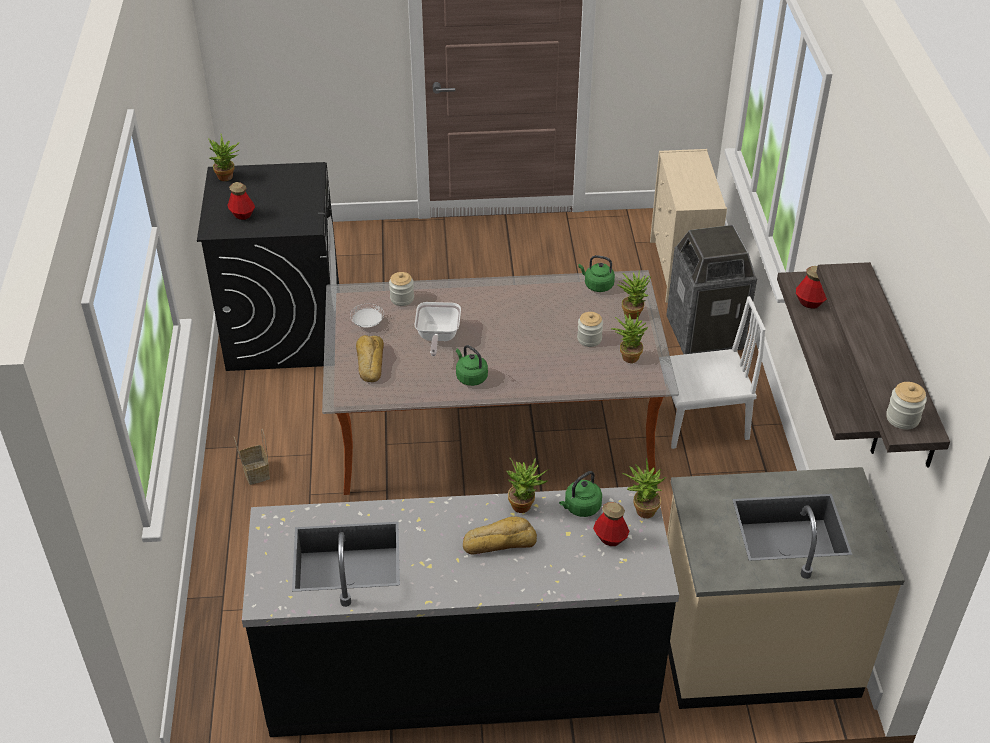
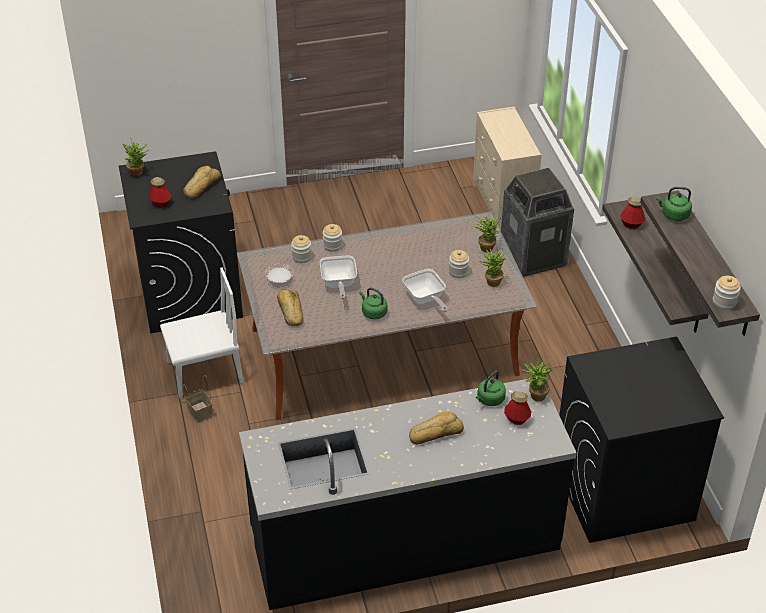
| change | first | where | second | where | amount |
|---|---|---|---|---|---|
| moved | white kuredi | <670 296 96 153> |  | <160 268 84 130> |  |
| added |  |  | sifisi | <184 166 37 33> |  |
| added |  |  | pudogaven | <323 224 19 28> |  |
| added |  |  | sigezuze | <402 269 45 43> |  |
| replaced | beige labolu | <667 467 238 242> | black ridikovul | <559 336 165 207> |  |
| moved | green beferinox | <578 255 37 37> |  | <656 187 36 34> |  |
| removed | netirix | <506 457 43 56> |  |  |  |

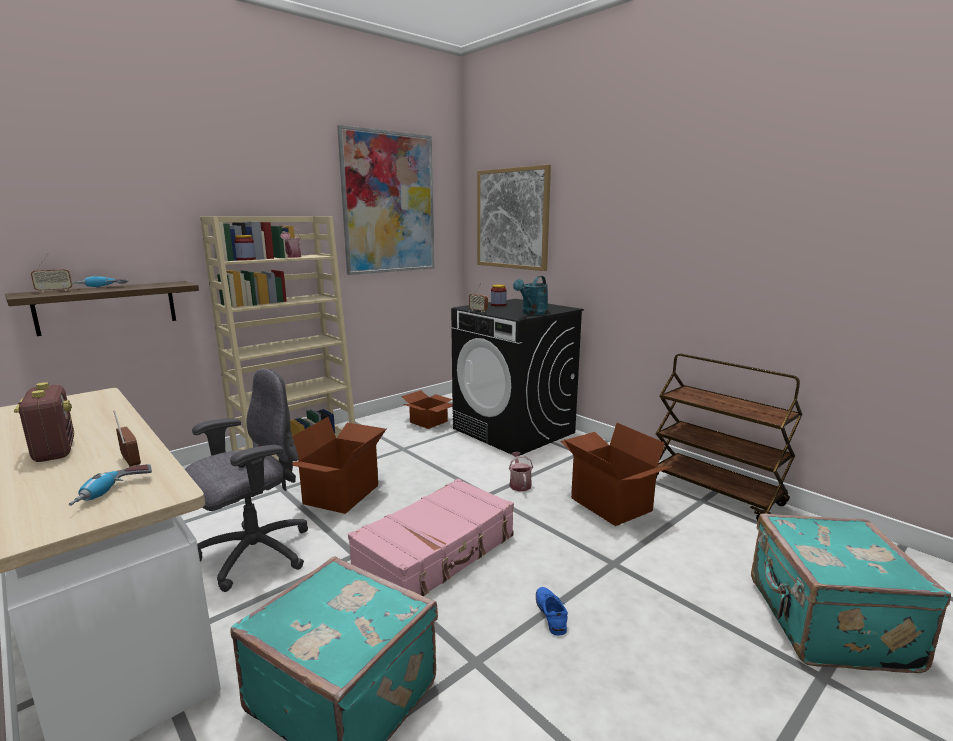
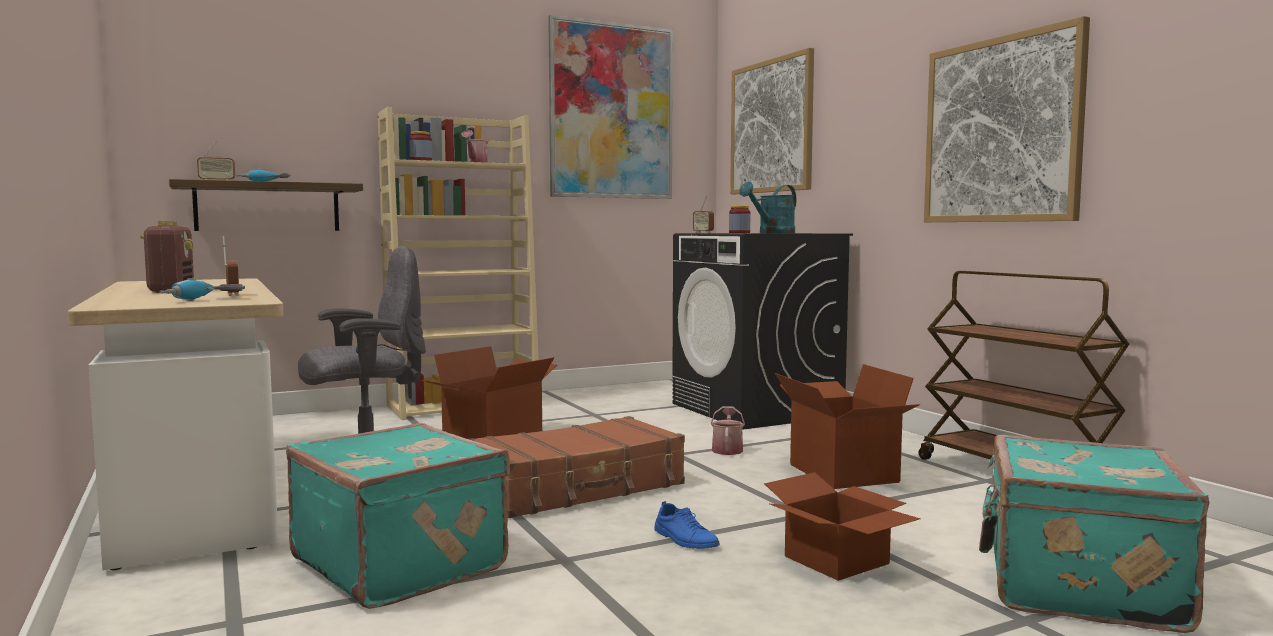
| change | first | where | second | where | amount |
|---|---|---|---|---|---|
| recoloured | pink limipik | <348 479 166 117> | brown limipik | <469 416 216 102> |  |
| turned | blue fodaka | <536 587 32 49> |  | <654 501 66 48> | 135 degrees clockwise |
| moved | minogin | <401 390 52 39> |  | <764 472 157 109> |  |
| added |  |  | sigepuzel | <924 16 166 206> |  |

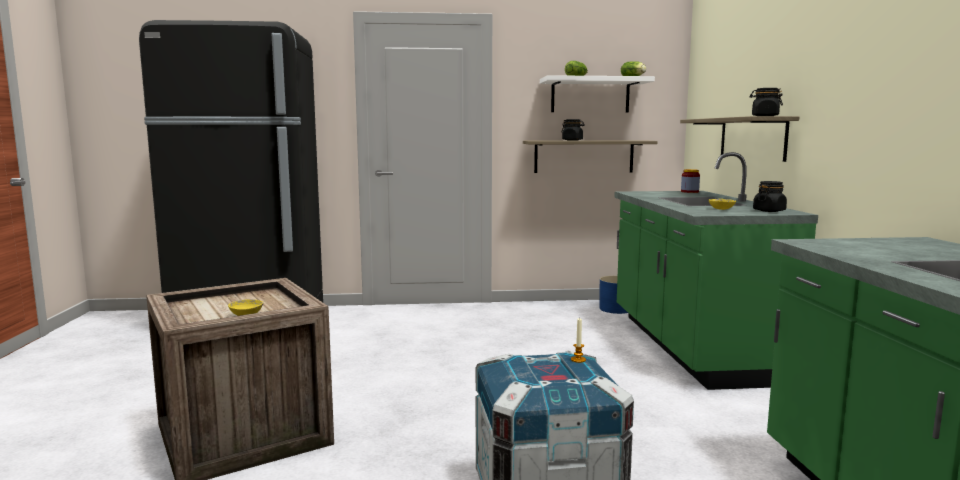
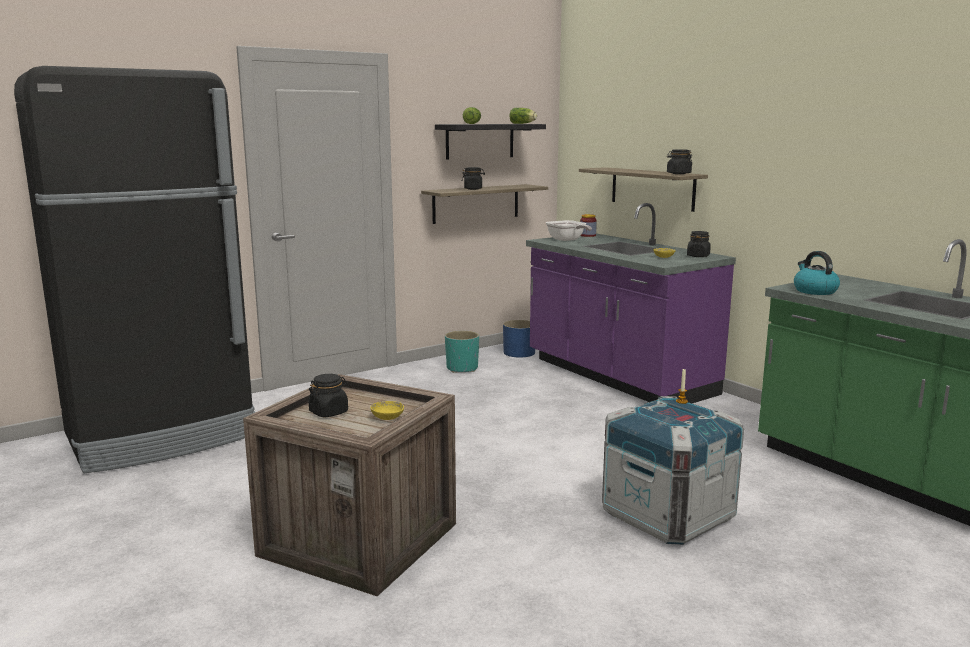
| change | first | where | second | where | amount |
|---|---|---|---|---|---|
| added |  |  | black pudogaven | <308 374 40 43> |  |
| recoloured | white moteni | <540 75 115 38> | black moteni | <435 124 111 35> |  |
| added |  |  | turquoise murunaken | <445 331 34 42> |  |
| recoloured | green labolu | <614 152 204 238> | purple labolu | <526 203 210 200> |  |
| added |  |  | sigezuze | <546 220 46 21> |  |
| added |  |  | beferinox | <794 251 46 44> |  |

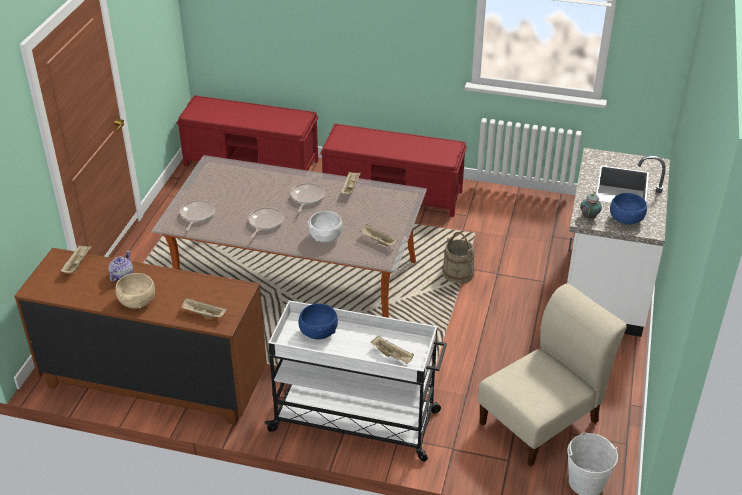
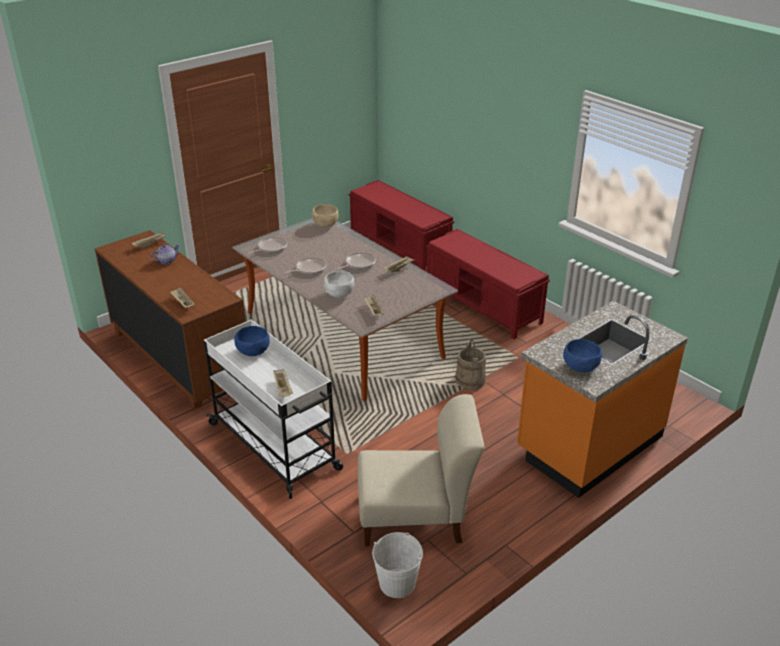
| change | first | where | second | where | amount |
|---|---|---|---|---|---|
| moved | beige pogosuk | <115 273 40 36> |  | <312 204 27 23> |  |
| recoloured | white labolu | <567 148 103 189> | orange labolu | <517 301 171 197> |  |
| removed | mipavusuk | <580 192 22 27> |  |  |  |

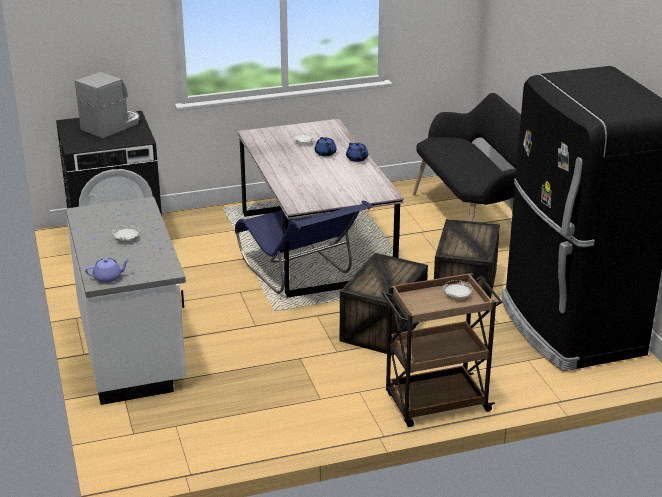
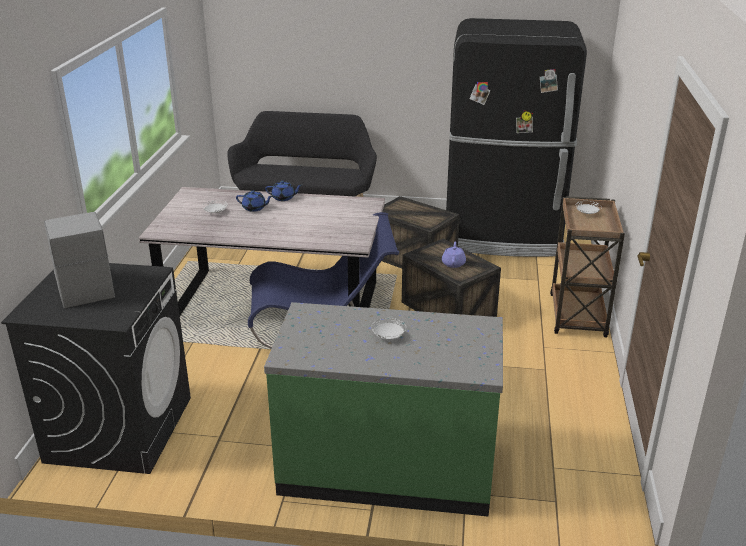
| change | first | where | second | where | amount |
|---|---|---|---|---|---|
| recoloured | white labolu | <66 197 120 208> | green labolu | <264 302 239 215> |  |
| moved | purple mipavusuk | <85 258 45 25> |  | <442 241 24 27> |  |

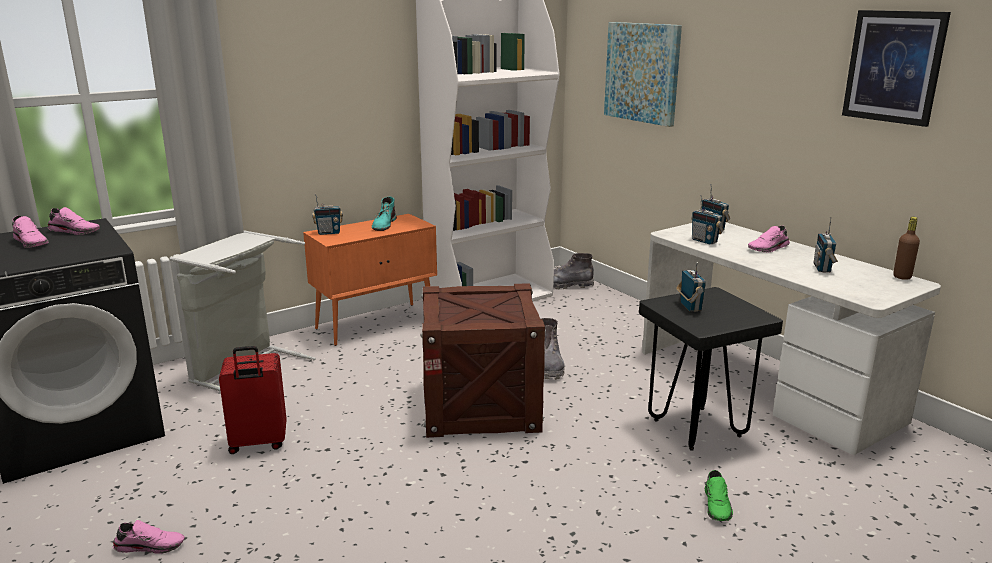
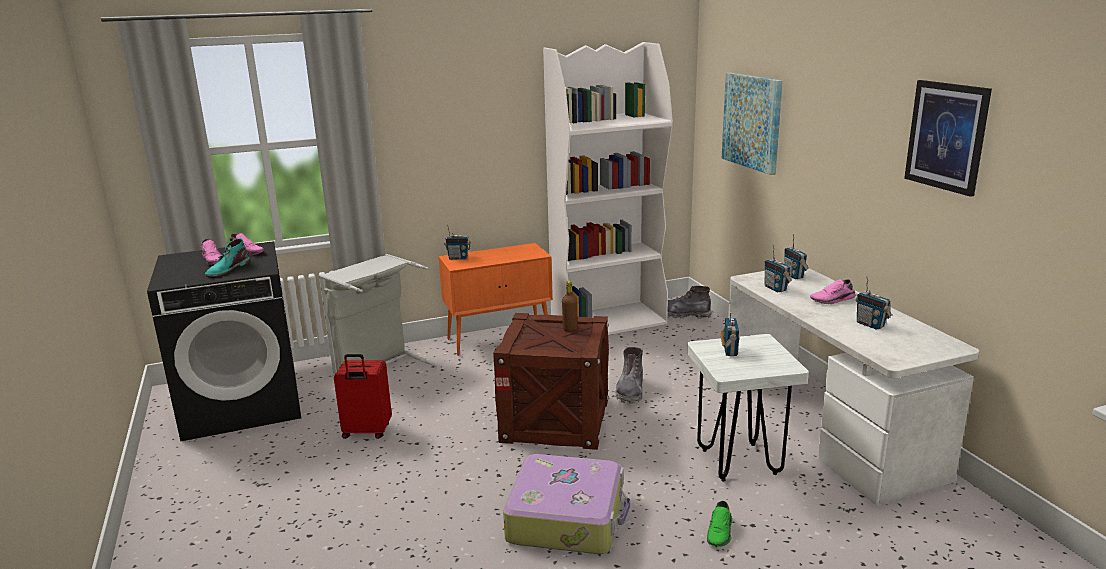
| change | first | where | second | where | amount |
|---|---|---|---|---|---|
| moved | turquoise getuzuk | <372 197 25 34> |  | <205 239 45 38> |  |
| added |  |  | limipik | <503 454 127 100> |  |
| moved | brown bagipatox | <893 217 27 63> |  | <562 281 15 51> |  |
| recoloured | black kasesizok | <639 287 144 164> | white kasesizok | <687 334 122 148> |  |
| turned | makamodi | <814 217 24 56> |  | <856 277 36 53> | 60 degrees counterclockwise |
| removed | pink fodaka | <113 520 72 34> |  |  |  |

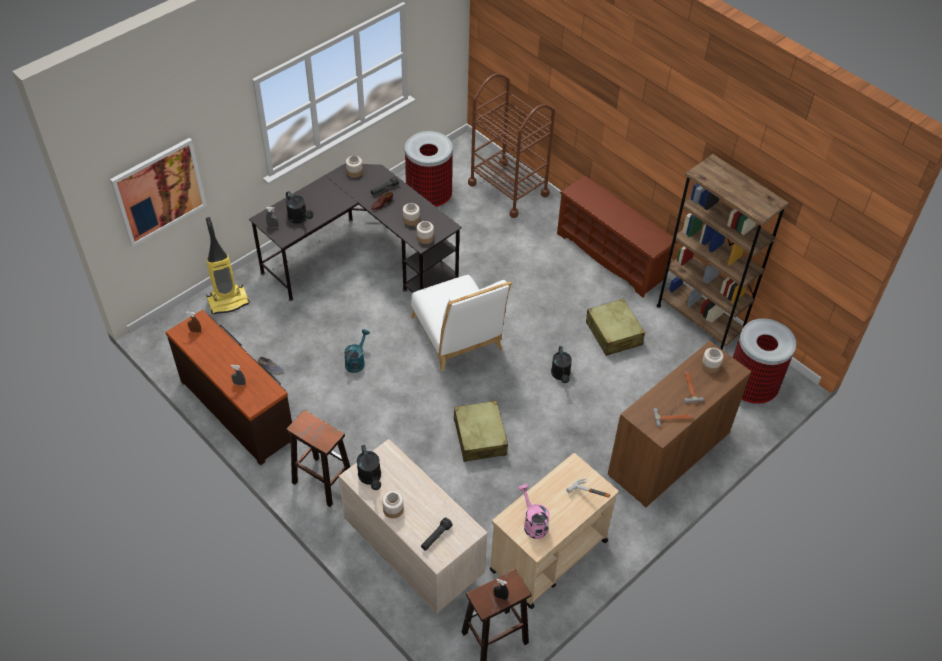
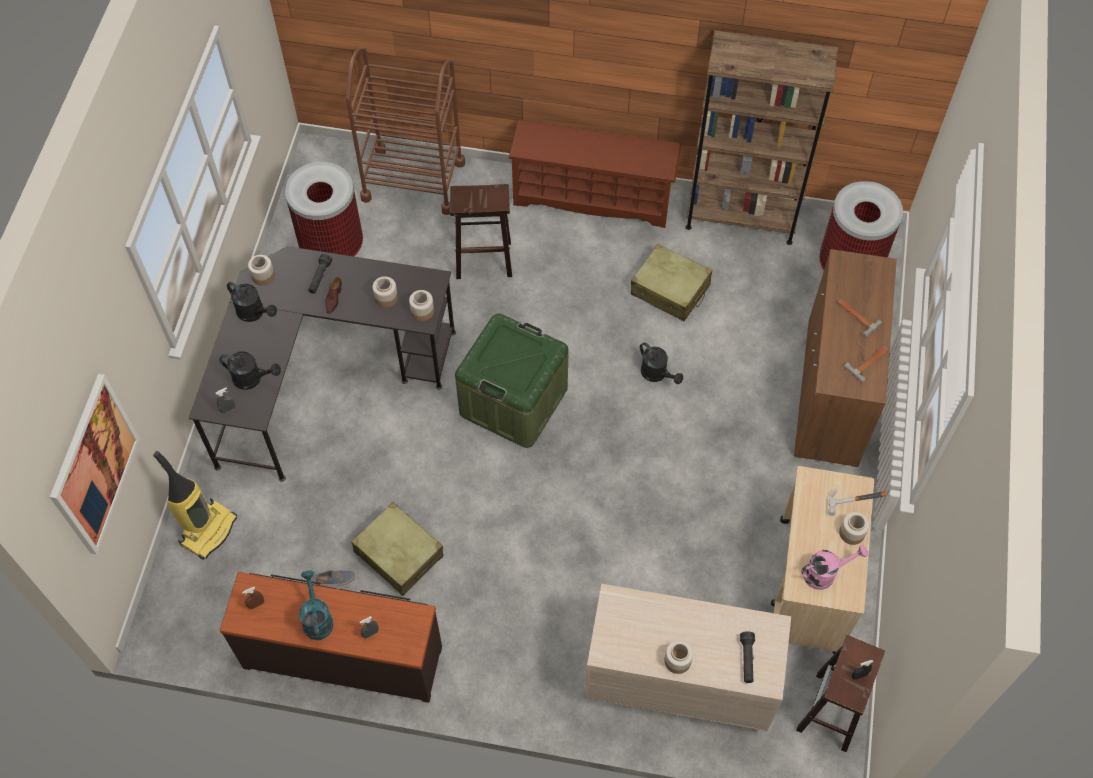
| change | first | where | second | where | amount |
|---|---|---|---|---|---|
| moved | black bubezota | <357 445 24 45> |  | <227 282 50 40> |  |
| moved | turquoise bubezota | <344 329 26 44> |  | <299 570 34 70> |  |
| moved | beige limipik | <454 401 54 61> |  | <351 502 92 94> |  |
| moved | brown kasesizok | <286 410 64 97> |  | <450 184 62 95> |  |
| replaced | white kuredi | <411 275 101 96> | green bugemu | <455 314 114 134> |  |
| turned | pink bubezota | <519 484 31 55> |  | <801 545 67 45> | 135 degrees clockwise |
| moved | pudogaven | <701 348 22 25> |  | <839 512 30 33> |  |

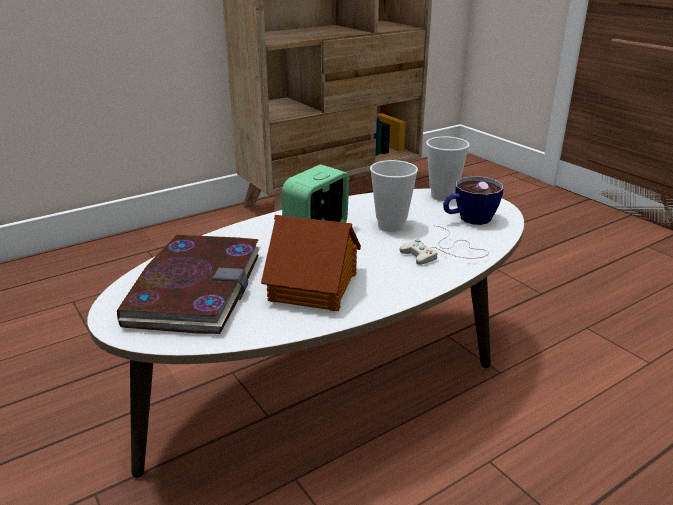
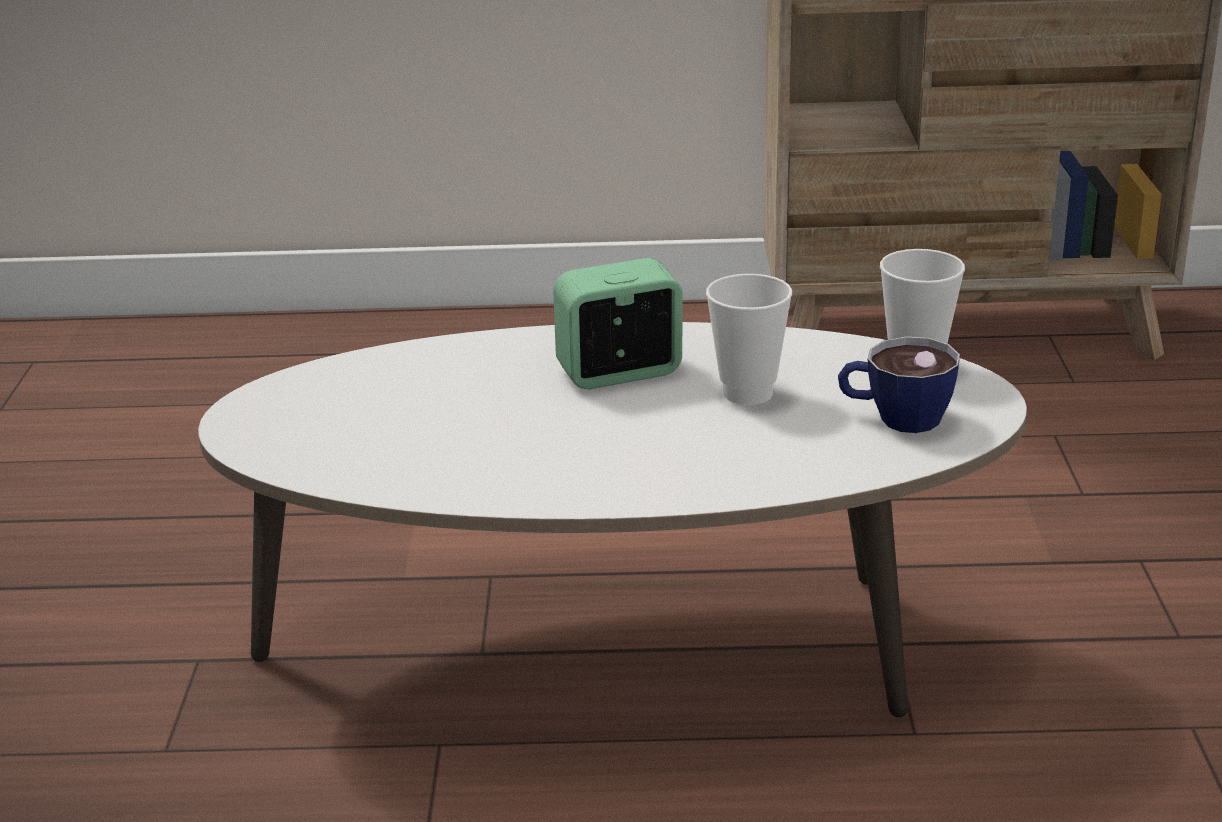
| change | first | where | second | where | amount |
|---|---|---|---|---|---|
| removed | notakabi | <117 235 143 99> |  |  |  |
| removed | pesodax | <261 215 100 96> |  |  |  |
| removed | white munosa | <400 225 89 40> |  |  |  |

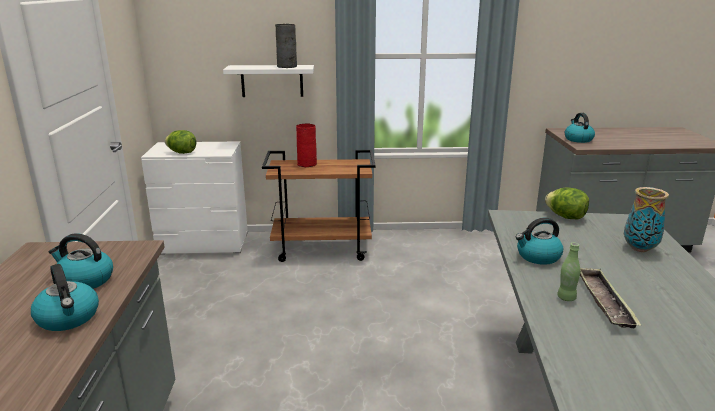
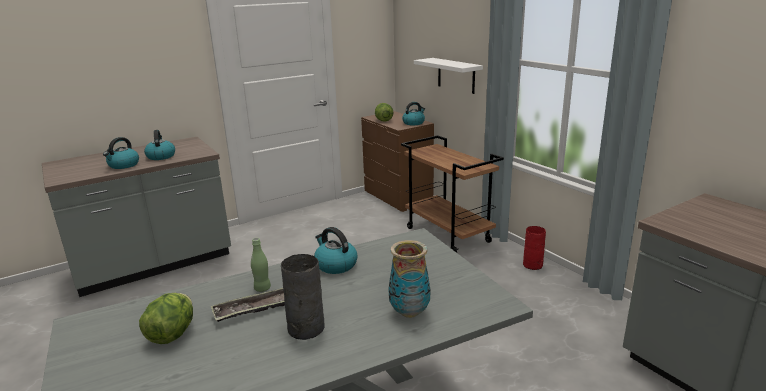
| change | first | where | second | where | amount |
|---|---|---|---|---|---|
| moved | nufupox | <545 188 44 32> |  | <139 293 54 51> |  |
| moved | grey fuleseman | <275 24 22 44> |  | <281 254 43 86> |  |
| recoloured | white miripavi | <141 141 107 114> | brown miripavi | <361 111 73 101> |  |
| moved | beferinox | <565 113 30 30> |  | <402 102 23 23> |  |
| moved | red fuleseman | <296 123 21 44> |  | <523 226 23 44> |  |

